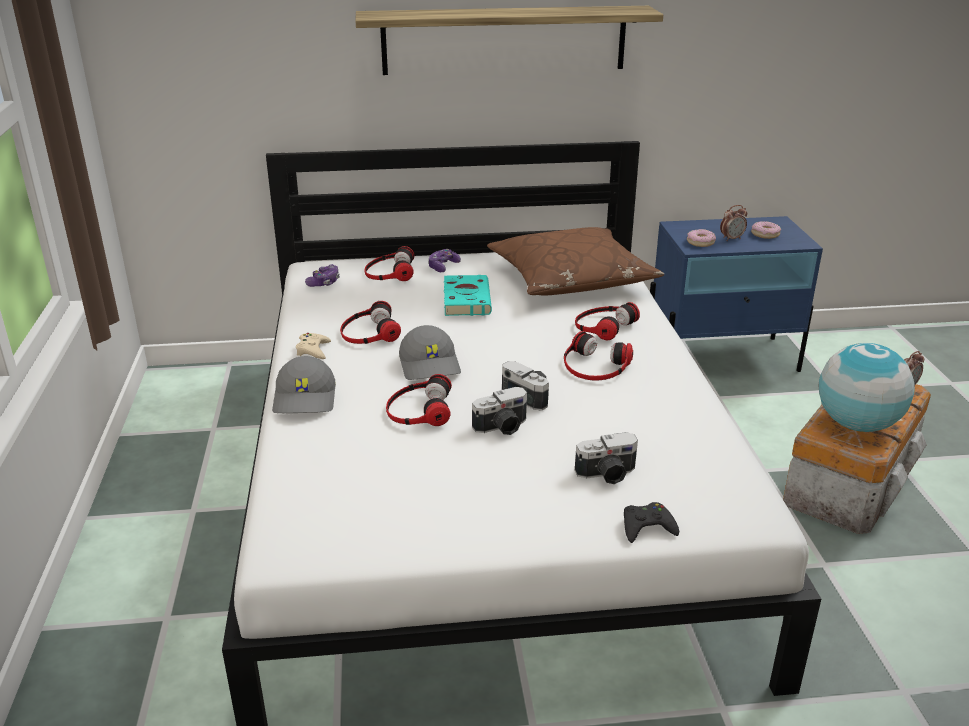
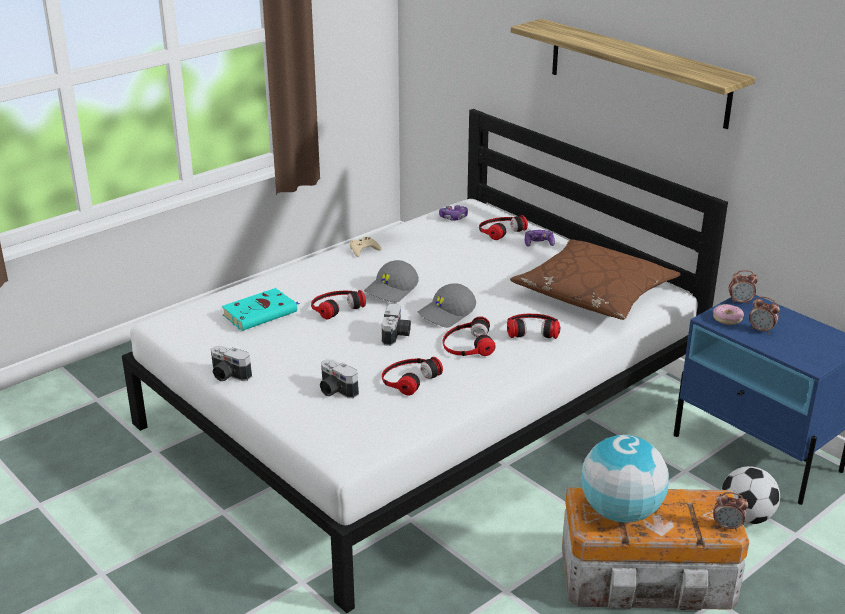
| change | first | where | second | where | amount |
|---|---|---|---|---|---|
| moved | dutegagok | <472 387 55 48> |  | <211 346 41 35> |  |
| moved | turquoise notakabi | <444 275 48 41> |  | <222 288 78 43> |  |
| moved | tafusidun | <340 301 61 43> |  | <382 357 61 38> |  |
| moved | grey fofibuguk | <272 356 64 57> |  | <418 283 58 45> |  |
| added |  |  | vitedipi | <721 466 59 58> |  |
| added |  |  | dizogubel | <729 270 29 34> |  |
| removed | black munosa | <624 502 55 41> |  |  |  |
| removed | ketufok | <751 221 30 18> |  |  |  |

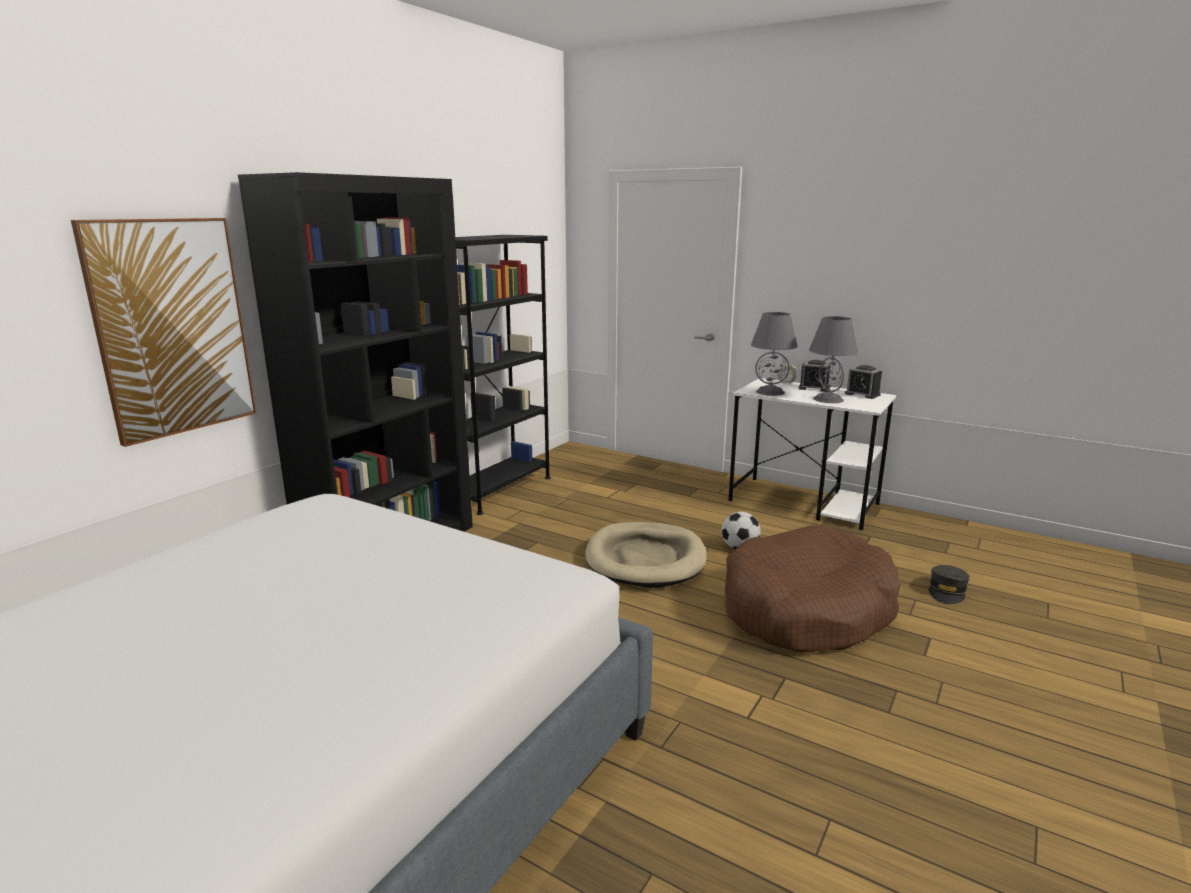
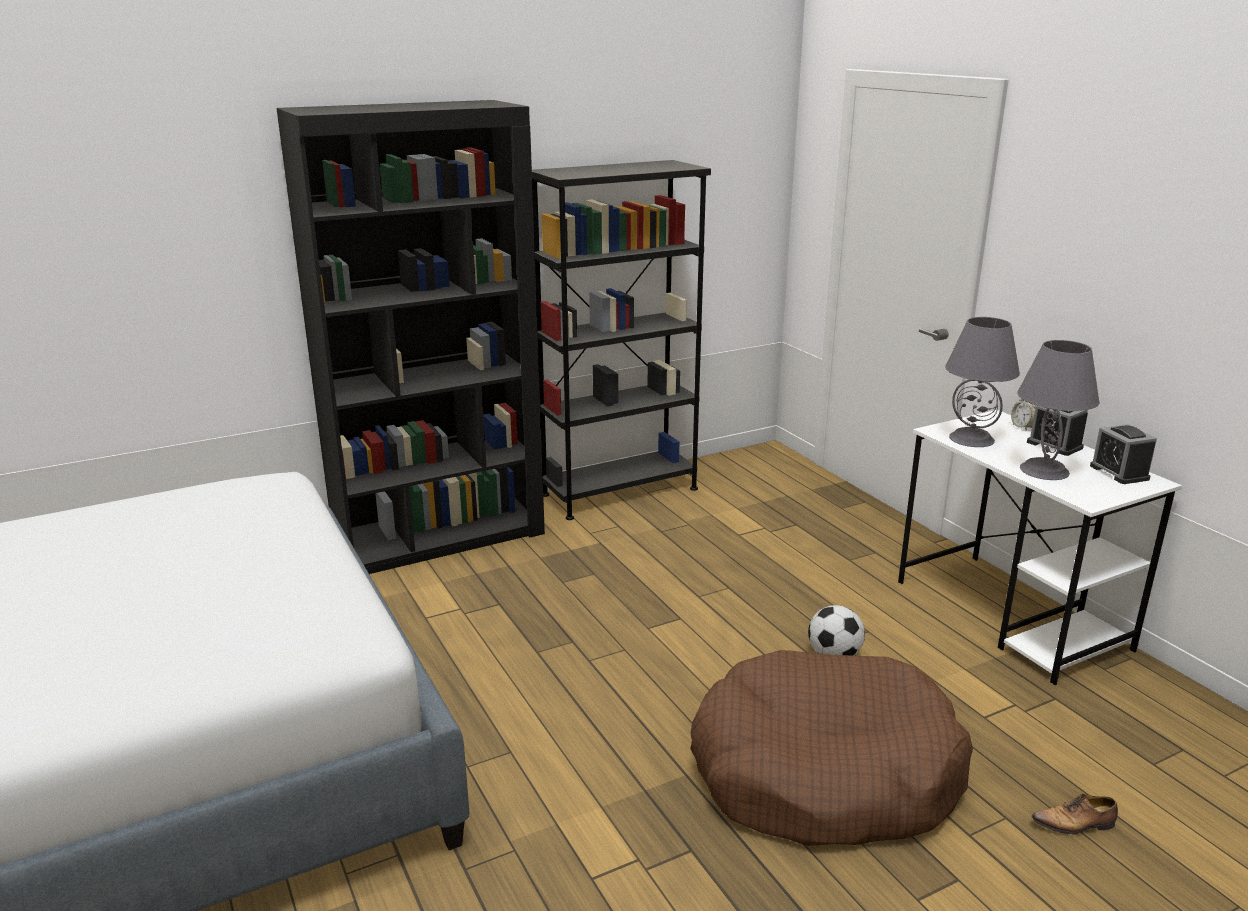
| change | first | where | second | where | amount |
|---|---|---|---|---|---|
| replaced | grey fofibuguk | <929 565 41 39> | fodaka | <1031 793 87 41> |  |
| removed | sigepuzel | <71 218 185 229> |  |  |  |
| removed | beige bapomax | <585 522 122 66> |  |  |  |

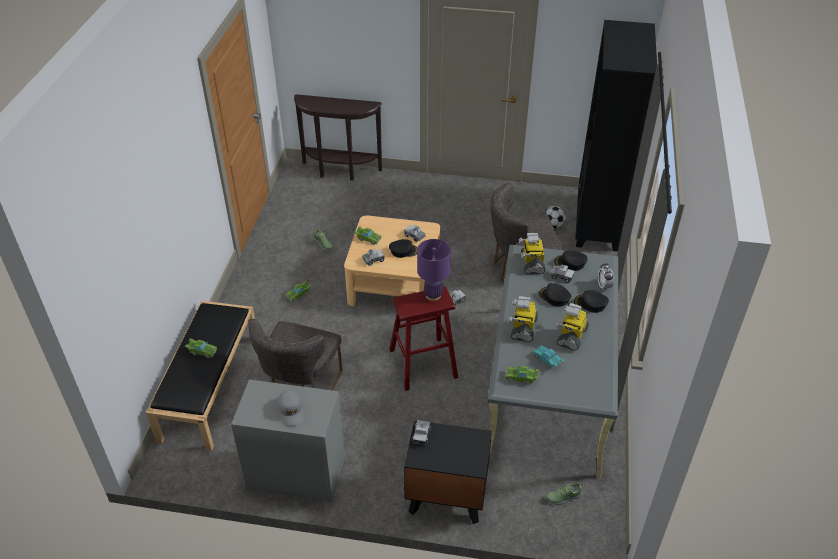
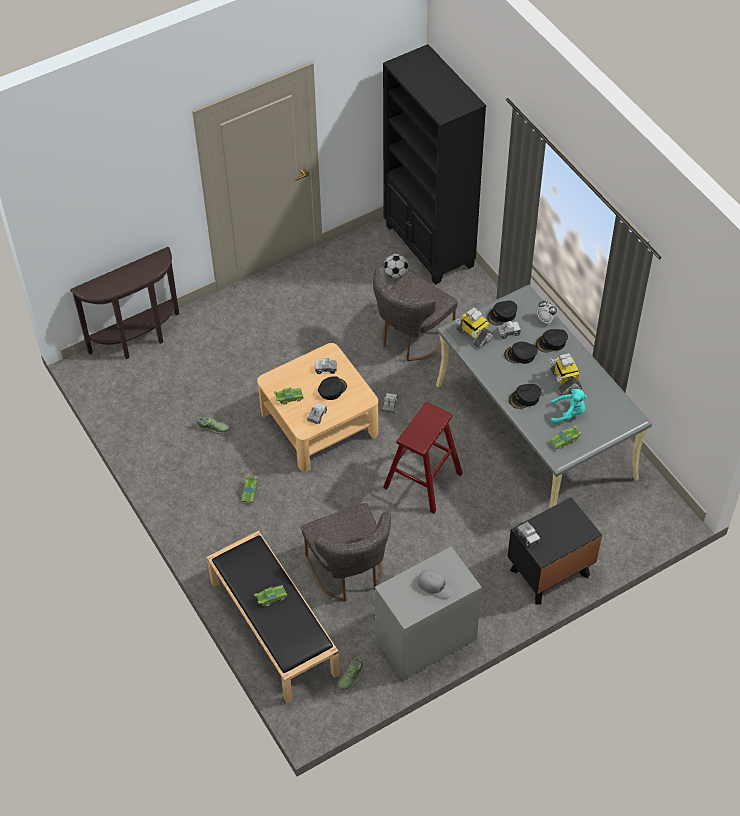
| change | first | where | second | where | amount |
|---|---|---|---|---|---|
| moved | fodaka | <546 483 37 22> |  | <338 656 27 34> |  |
| replaced | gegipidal | <508 296 30 46> | black fofibuguk | <509 384 32 25> |  |
| replaced | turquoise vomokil | <533 345 31 24> | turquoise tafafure | <550 389 37 34> |  |
| removed | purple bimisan | <417 239 34 62> |  |  |  |

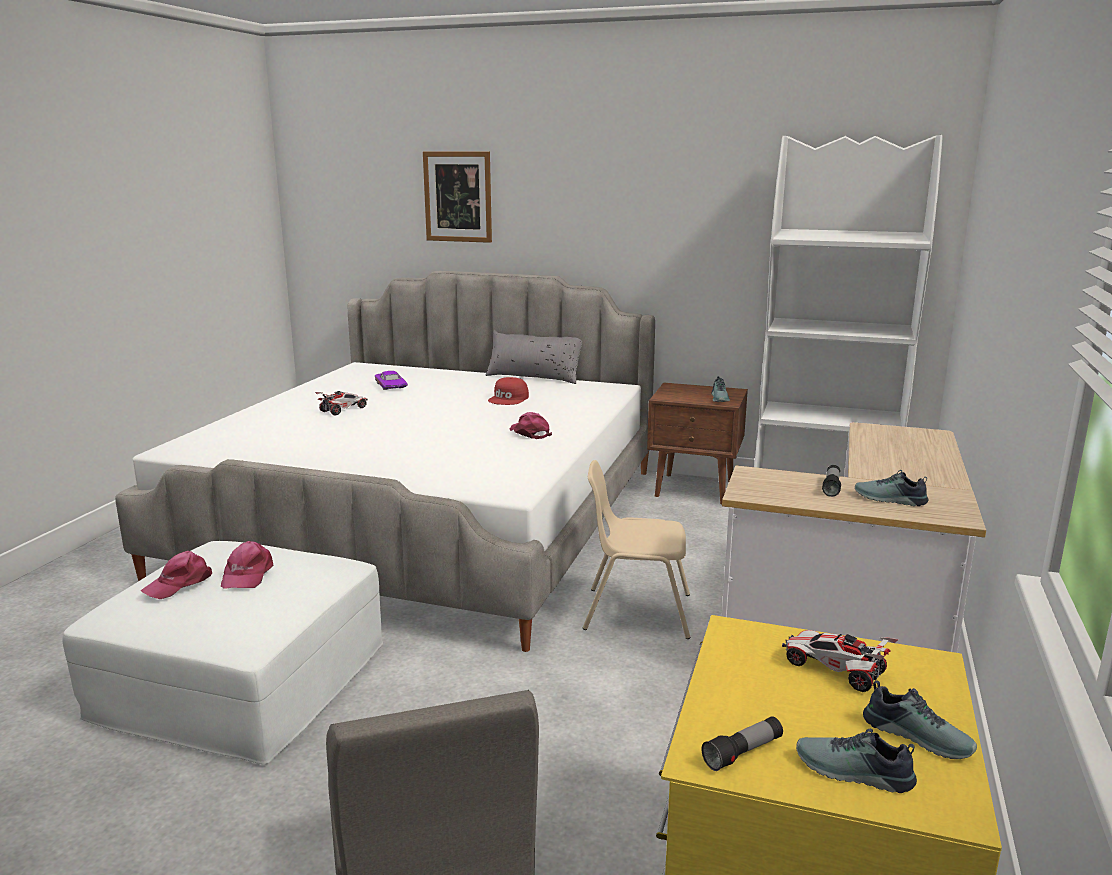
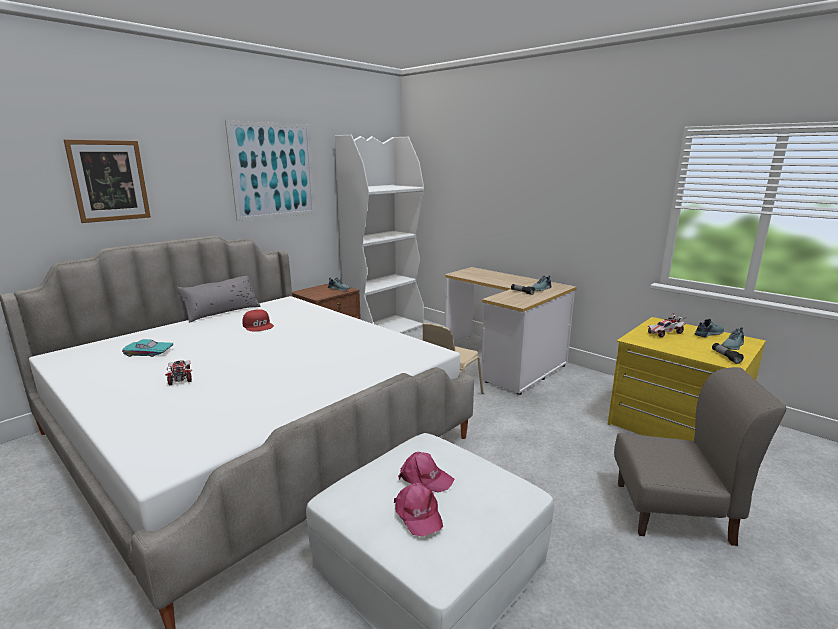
| change | first | where | second | where | amount |
|---|---|---|---|---|---|
| recoloured | purple vomokil | <375 371 33 19> | turquoise vomokil | <122 339 51 18> |  |
| added |  |  | sigepuzel | <225 120 90 101> |  |
| removed | pink fofibuguk | <510 412 42 27> |  |  |  |

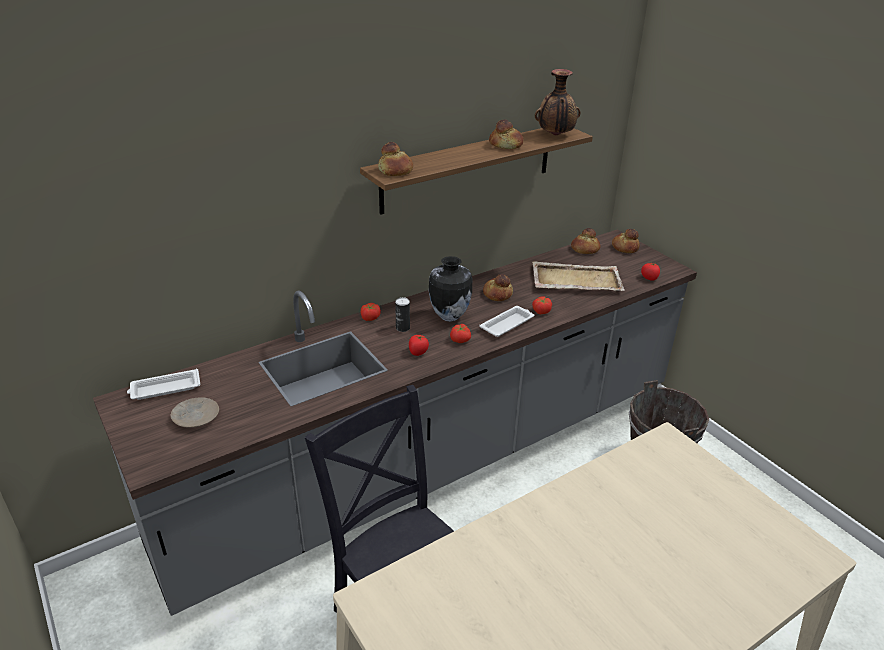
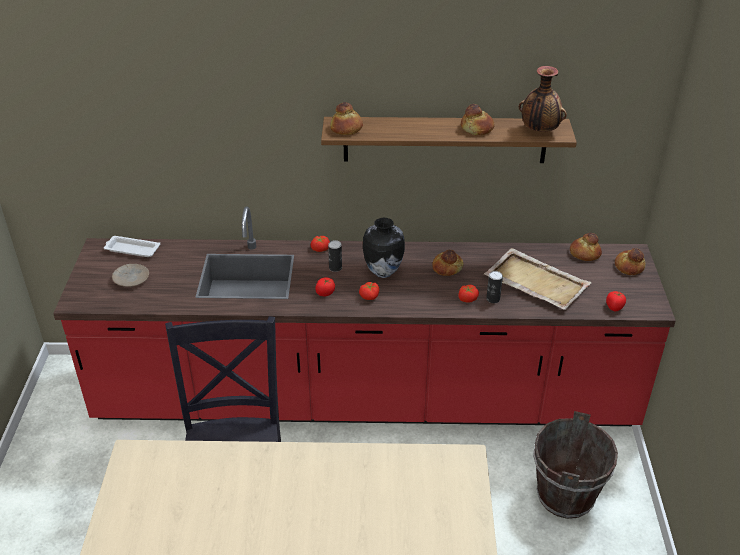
| change | first | where | second | where | amount |
|---|---|---|---|---|---|
| recoloured | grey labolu | <93 230 604 386> | red labolu | <53 206 623 220> |  |
| added |  |  | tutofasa | <486 271 17 32> |  |
| removed | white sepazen | <479 306 55 31> |  |  |  |

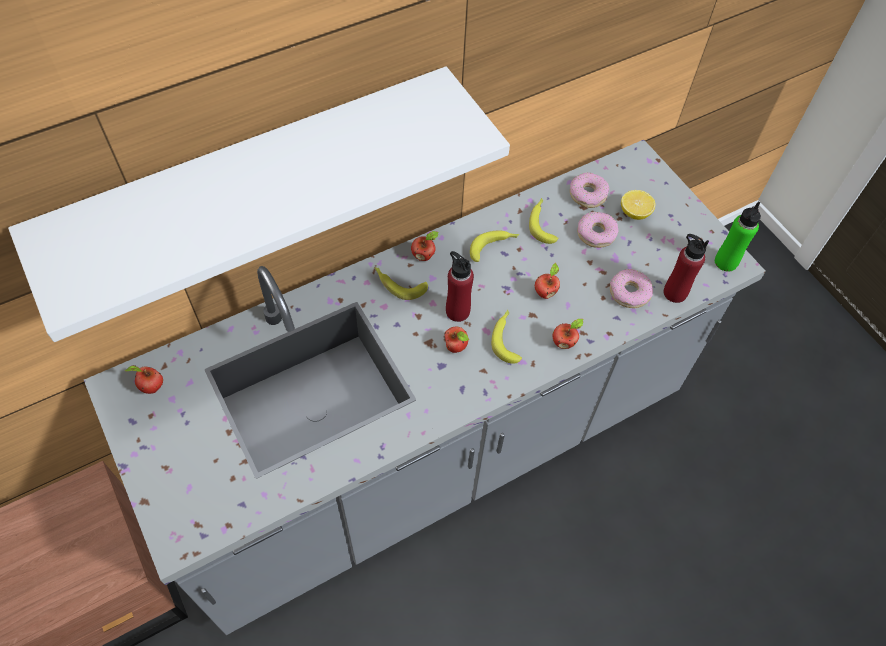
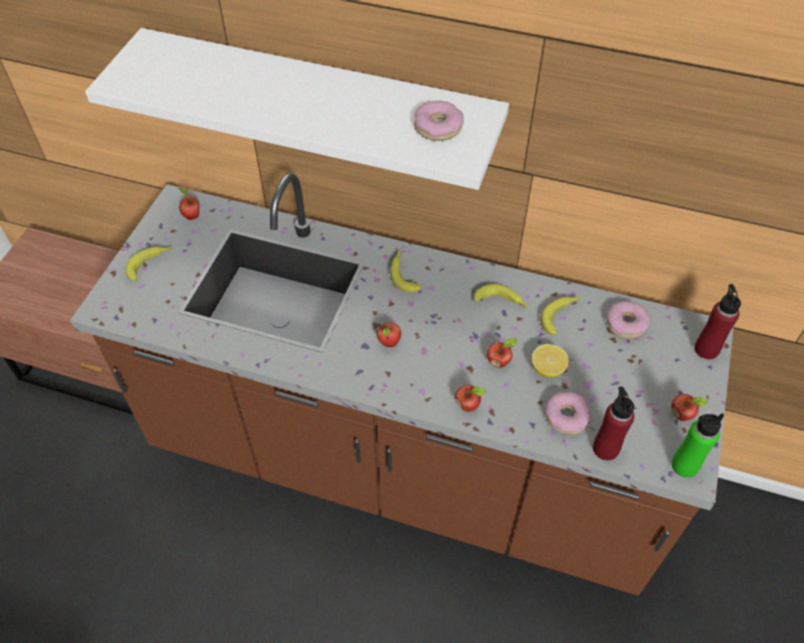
| change | first | where | second | where | amount |
|---|---|---|---|---|---|
| recoloured | grey labolu | <84 140 682 495> | brown labolu | <70 173 664 423> |  |
| moved | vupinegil | <491 310 31 54> |  | <126 246 46 35> |  |
| moved | ketufok | <577 212 42 36> |  | <414 101 50 40> |  |
| moved | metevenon | <621 190 35 30> |  | <531 344 38 34> |  |
| moved | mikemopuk | <411 231 27 30> |  | <671 394 38 27> |  |
| moved | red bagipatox | <446 251 28 71> |  | <694 284 47 75> |  |

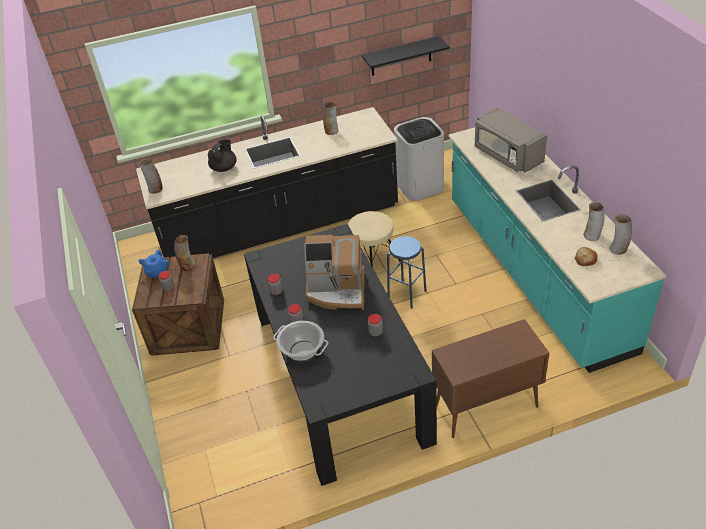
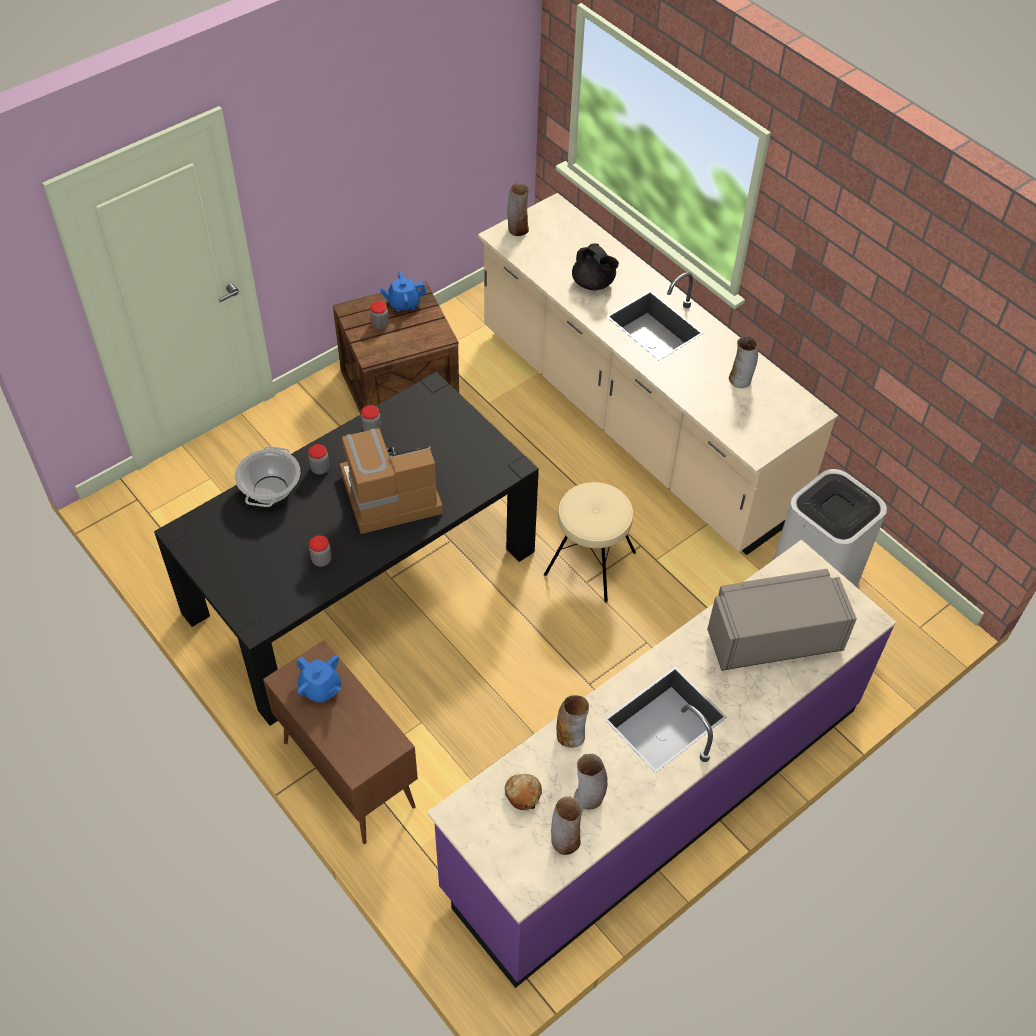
| change | first | where | second | where | amount |
|---|---|---|---|---|---|
| added |  |  | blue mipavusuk | <297 655 44 48> |  |
| turned | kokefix | <304 235 61 75> |  | <340 428 103 106> | 90 degrees clockwise |
| recoloured | turquoise labolu | <449 128 217 245> | purple labolu | <427 540 470 448> |  |
| recoloured | black labolu | <136 107 262 151> | beige labolu | <478 193 360 362> |  |
| moved | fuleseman | <174 235 21 36> |  | <556 695 33 53> |  |
| turned | black mipavusuk | <208 139 29 33> |  | <572 243 47 47> | 45 degrees clockwise |
| turned | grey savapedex | <475 107 72 65> |  | <707 569 150 102> | 45 degrees clockwise |
| removed | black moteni | <362 36 88 40> |  |  |  |
| removed | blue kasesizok | <387 236 40 73> |  |  |  |

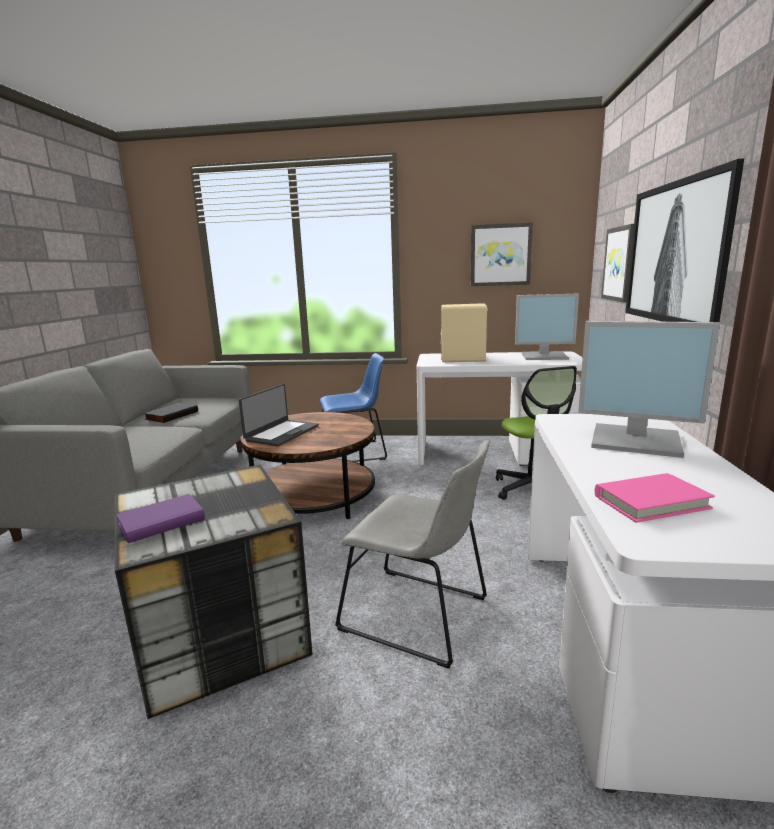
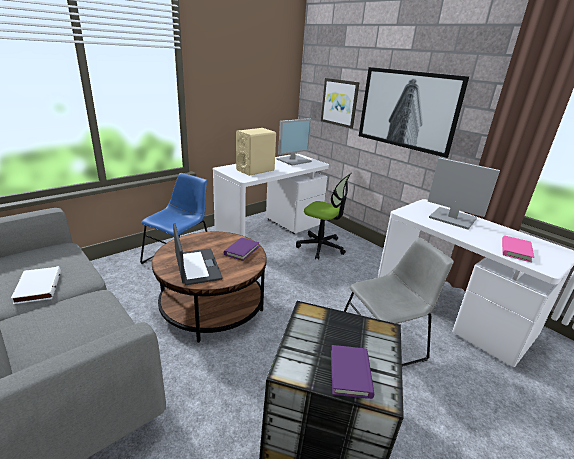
| change | first | where | second | where | amount |
|---|---|---|---|---|---|
| recoloured | black notakabi | <144 403 54 20> | white notakabi | <11 266 50 38> |  |
| added |  |  | purple notakabi | <224 237 35 24> |  |
| turned | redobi | <578 321 142 137> |  | <428 158 72 72> | 120 degrees counterclockwise |
| removed | sigepuzel | <471 222 62 64> |  |  |  |

